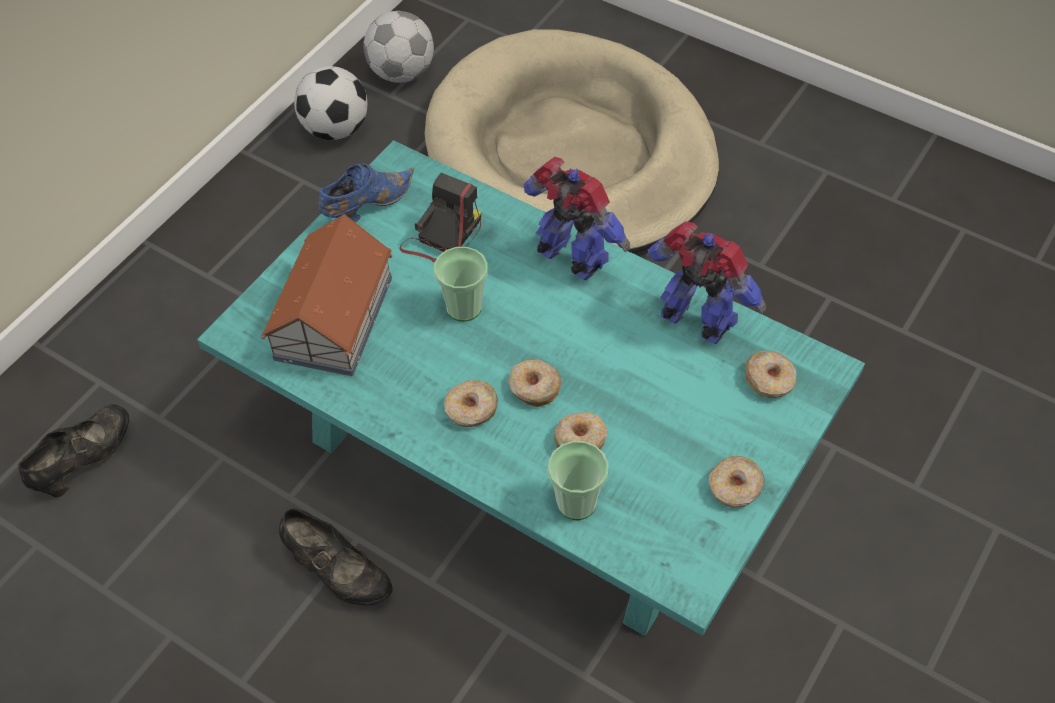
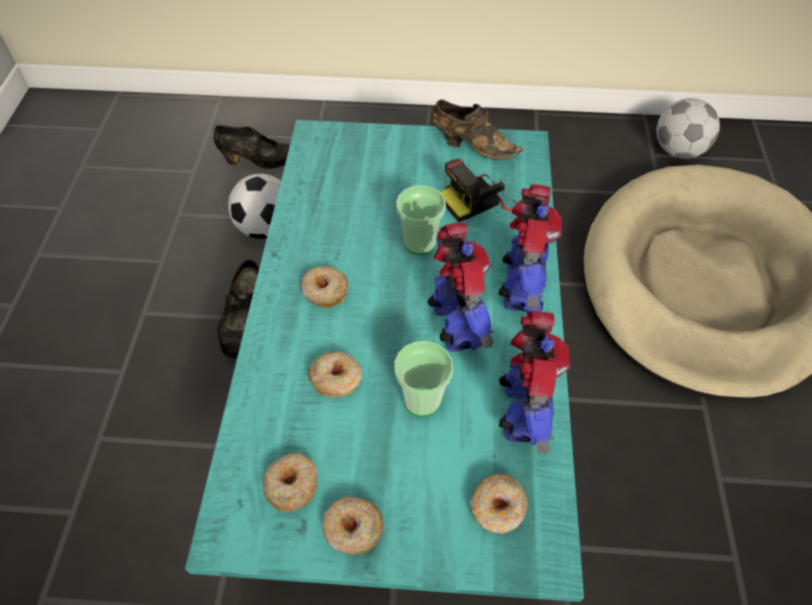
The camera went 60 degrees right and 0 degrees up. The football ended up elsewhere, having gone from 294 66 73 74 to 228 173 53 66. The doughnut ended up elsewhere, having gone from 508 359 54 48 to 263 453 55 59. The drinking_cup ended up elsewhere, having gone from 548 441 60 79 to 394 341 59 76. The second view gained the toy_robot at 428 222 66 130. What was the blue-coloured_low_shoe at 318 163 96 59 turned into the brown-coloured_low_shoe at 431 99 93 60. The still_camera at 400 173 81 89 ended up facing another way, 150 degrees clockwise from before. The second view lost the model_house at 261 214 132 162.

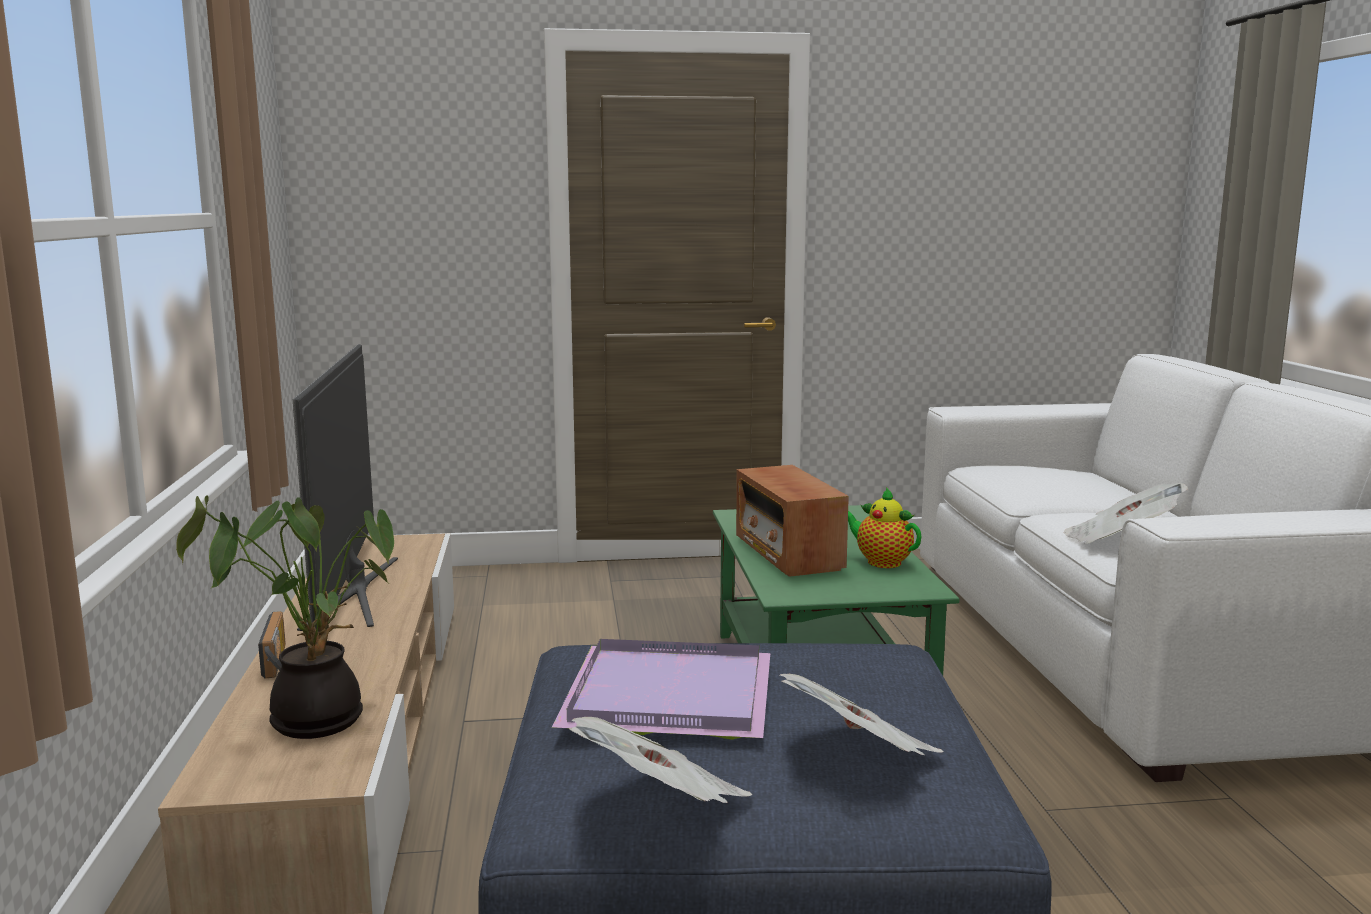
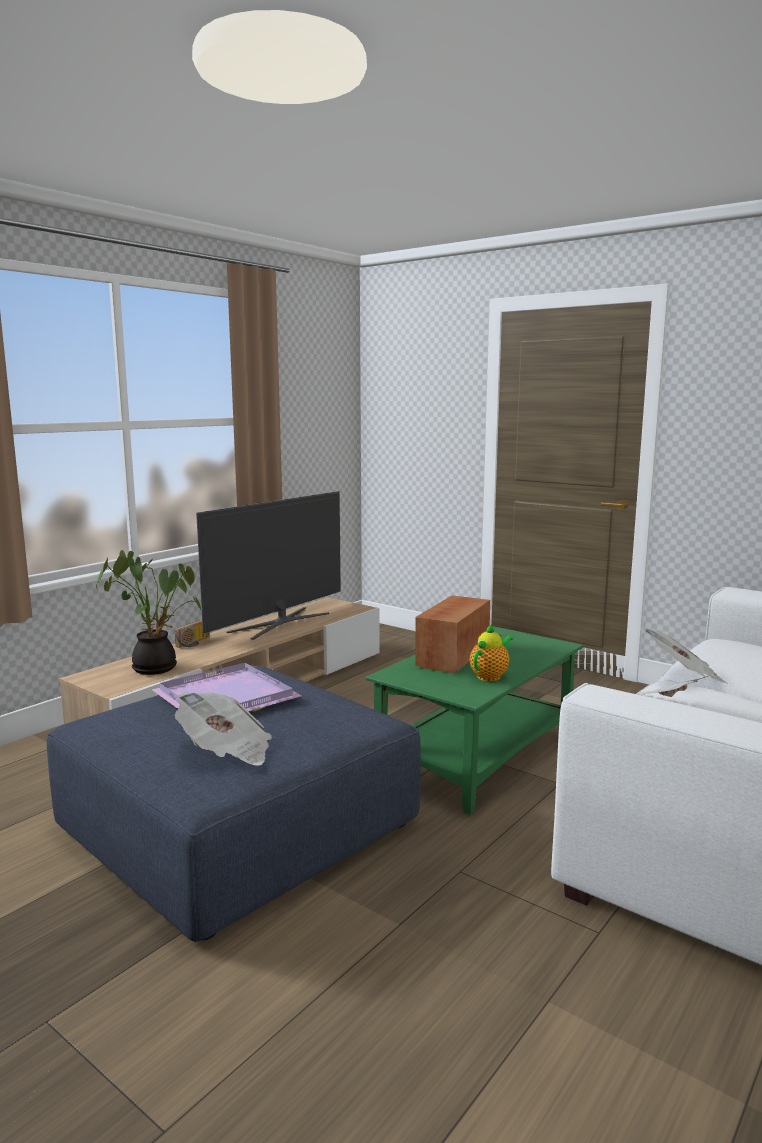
The camera went 45 degrees right and 0 degrees up. The pot_for_tea at 848 487 74 81 ended up facing another way, 45 degrees clockwise from before. The daily_paper ended up elsewhere, having gone from 569 717 183 86 to 642 628 84 55.

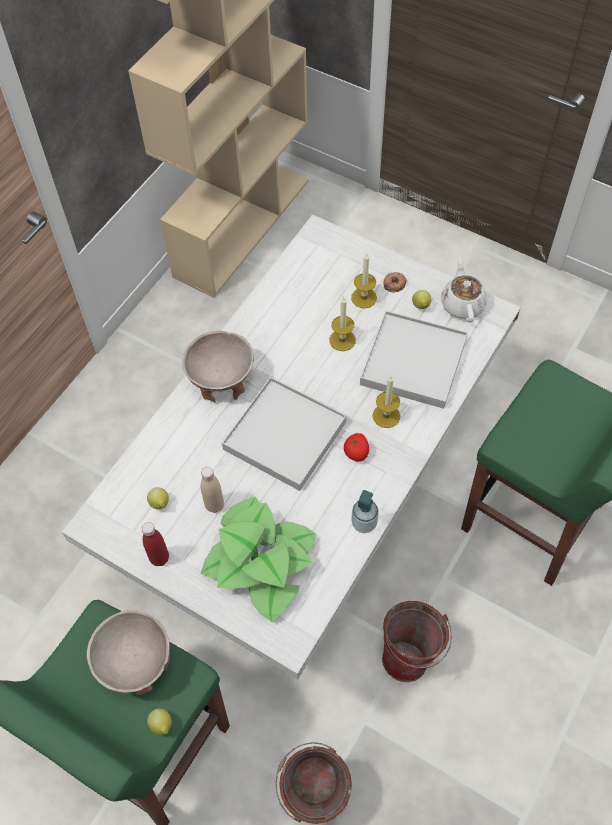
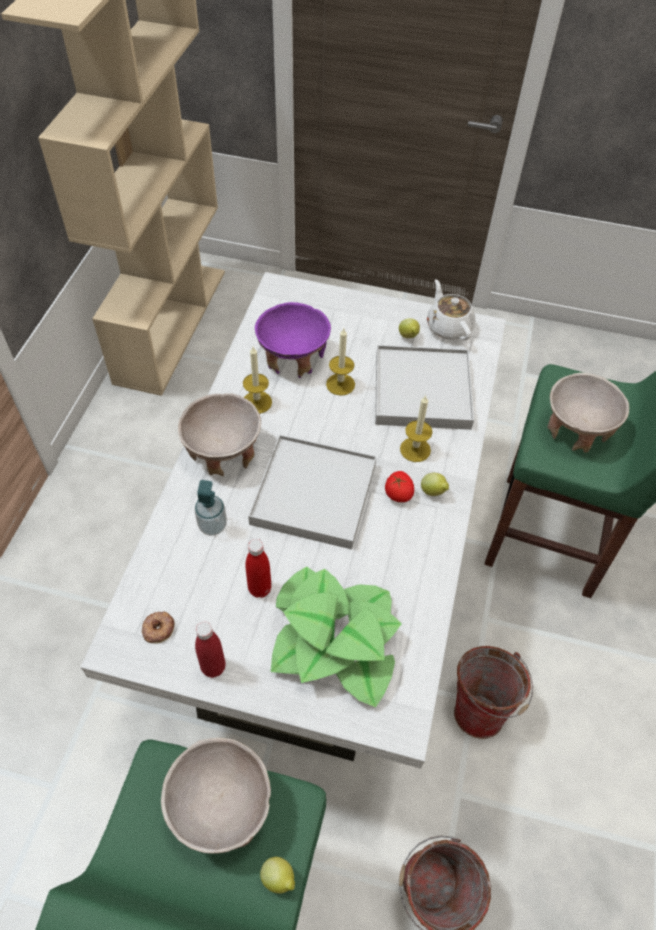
The camera went 20 degrees left and 5 degrees down. The doughnut ended up elsewhere, having gone from 383 272 23 21 to 142 612 32 32. The soap_dispenser ended up elsewhere, having gone from 351 490 28 43 to 195 480 32 56. The wax_light ended up elsewhere, having gone from 351 253 26 55 to 243 347 29 67. What was the beige-coloured_beverage_bottle at 201 467 23 46 turned into the reddish_beverage_bottle at 245 539 26 59. The second view gained the purplish_deep_dish at 255 302 76 76. The whole_lemon ended up elsewhere, having gone from 147 487 22 22 to 421 473 28 23. The second view gained the beige-coloured_deep_dish at 547 373 82 80.

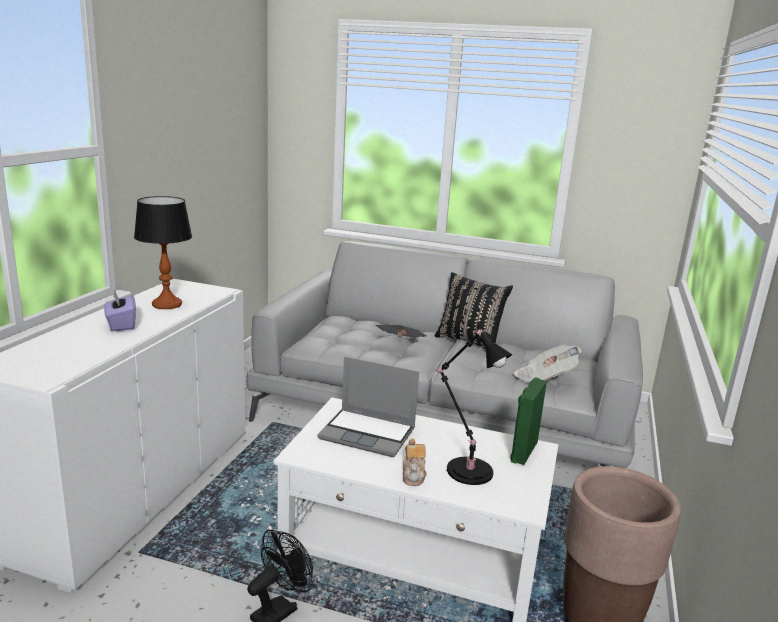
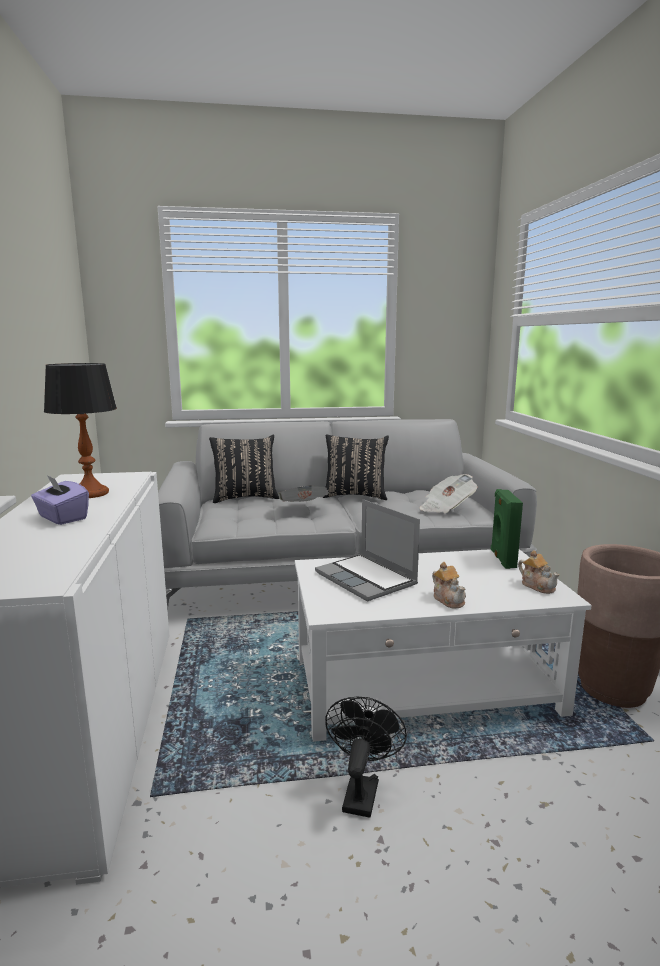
The camera went 25 degrees left and 5 degrees down. The second view gained the blackish_cushion at 209 435 70 68. The notebook_computer at 317 357 102 100 ended up facing another way, 60 degrees clockwise from before. The second view gained the pot_for_tea at 518 550 42 44. The second view lost the blackish_tabletop_lamp at 436 329 76 156.

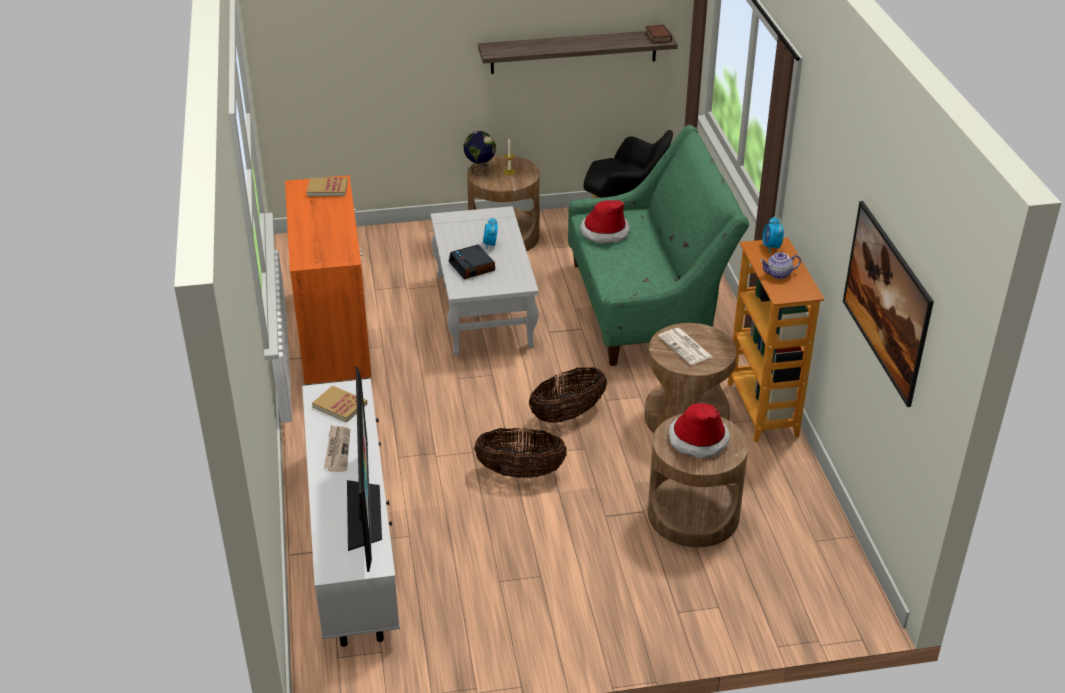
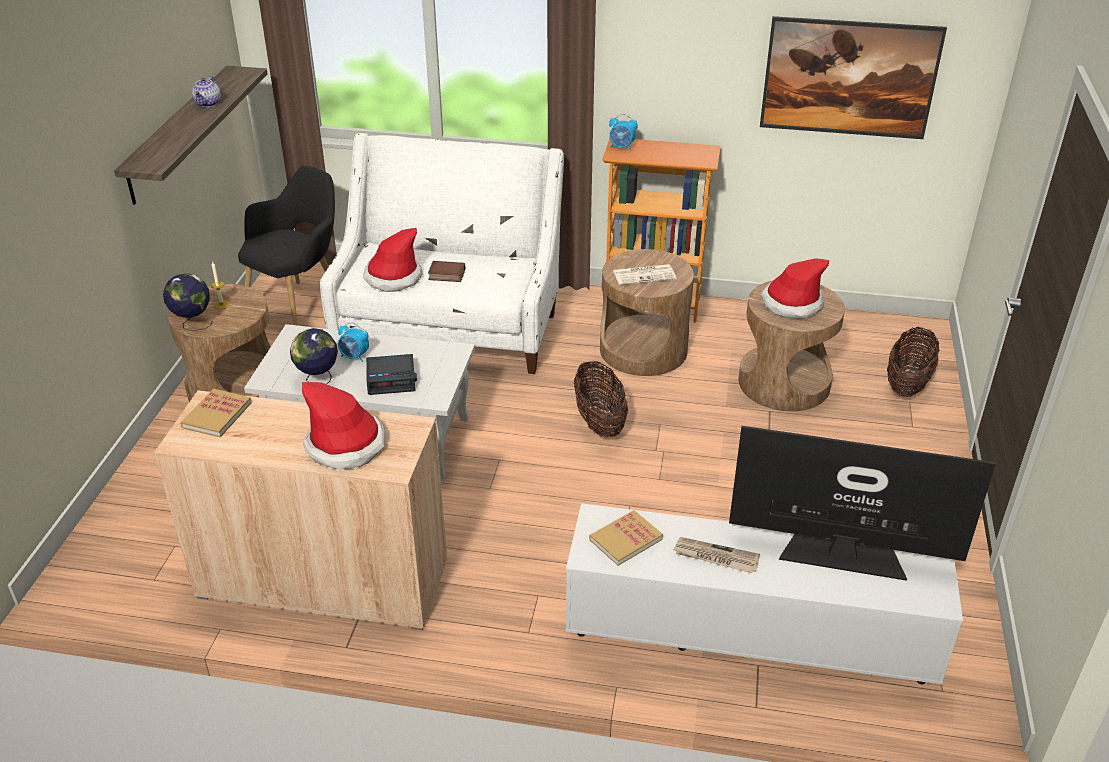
The camera went 70 degrees left and 0 degrees up. What was the orange_cupboard at 285 175 86 210 turned into the beige-coloured_cupboard at 154 390 293 240. The pot_for_tea ended up elsewhere, having gone from 760 252 41 27 to 192 76 29 31. The second view gained the globe at 290 328 48 56. The second view gained the hat at 302 382 84 88. What was the green_couch at 568 125 181 241 turned into the whitish_couch at 320 133 244 241. The book ended up elsewhere, having gone from 645 24 27 20 to 428 261 37 21. The household_basket ended up elsewhere, having gone from 474 428 93 50 to 887 327 52 70.

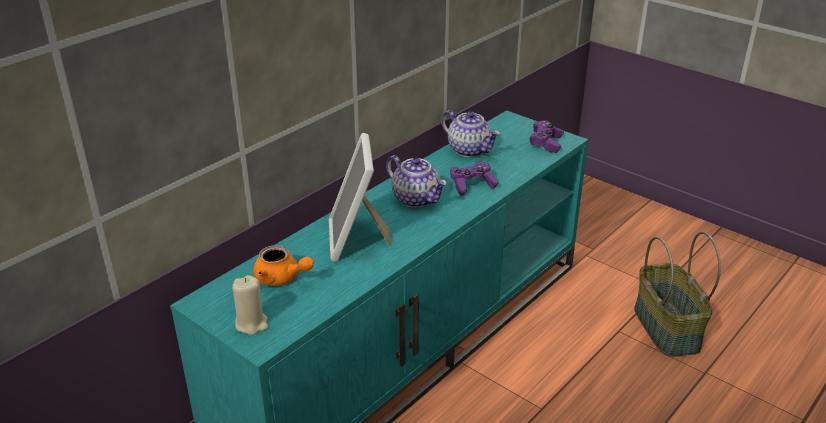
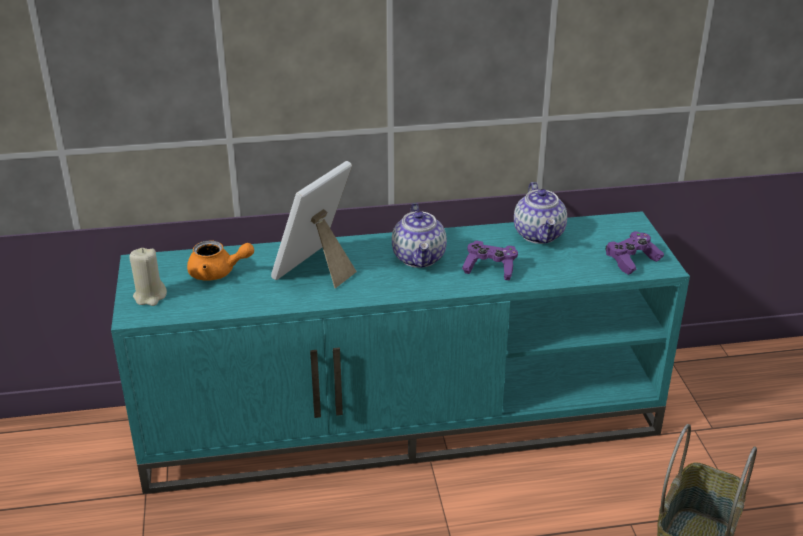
The camera went 40 degrees right and 0 degrees up. The orange_pot_for_tea at 253 245 61 41 ended up facing another way, 60 degrees counterclockwise from before.

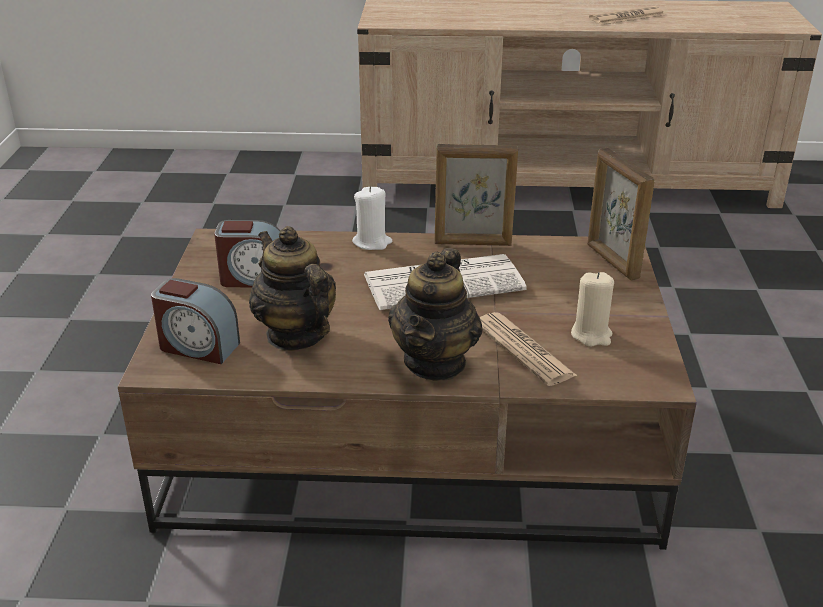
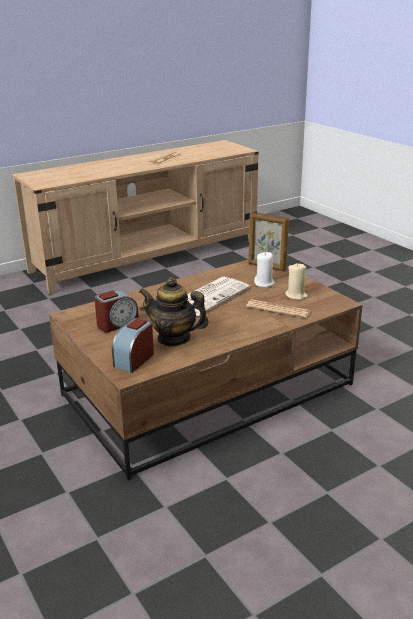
The camera went 35 degrees left and 5 degrees down. The bedside_clock at 151 278 89 86 ended up facing another way, 135 degrees clockwise from before. The whitish_wax_light ended up elsewhere, having gone from 352 186 40 64 to 254 252 21 35. The second view lost the pot_for_tea at 388 248 94 133. The second view lost the photo_frame at 435 144 83 102.

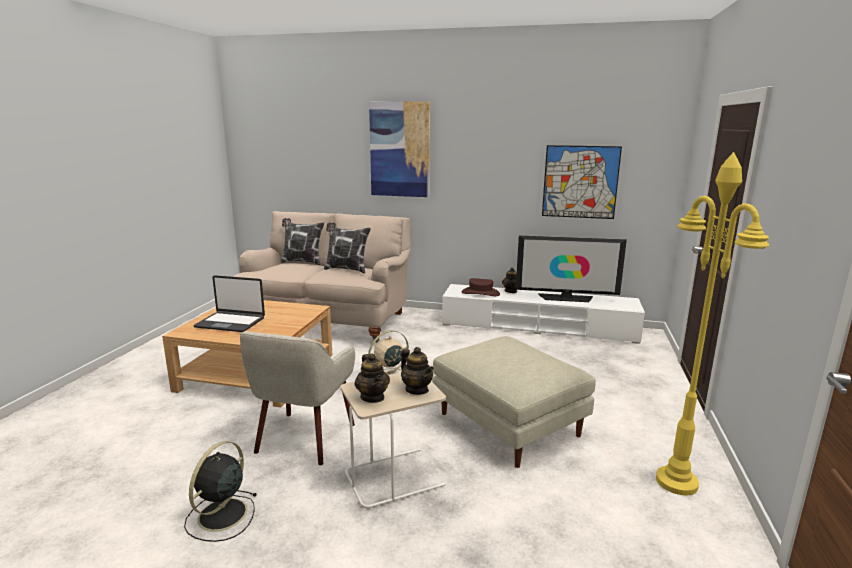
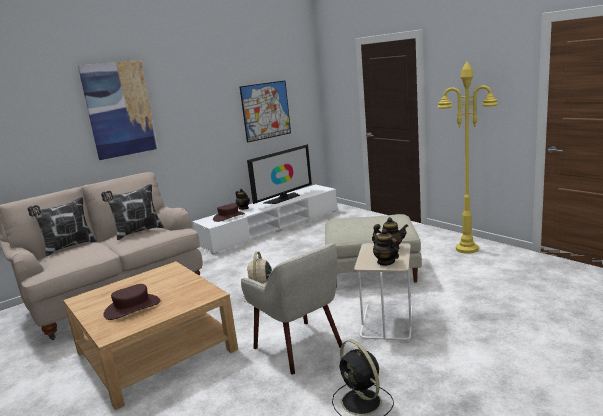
The camera went 50 degrees left and 0 degrees up. Where the notebook_computer stood at 193 275 72 57, the brown-coloured_hat came to stand at 103 284 57 36. The pot_for_tea at 355 353 35 50 ended up facing another way, 135 degrees counterclockwise from before.

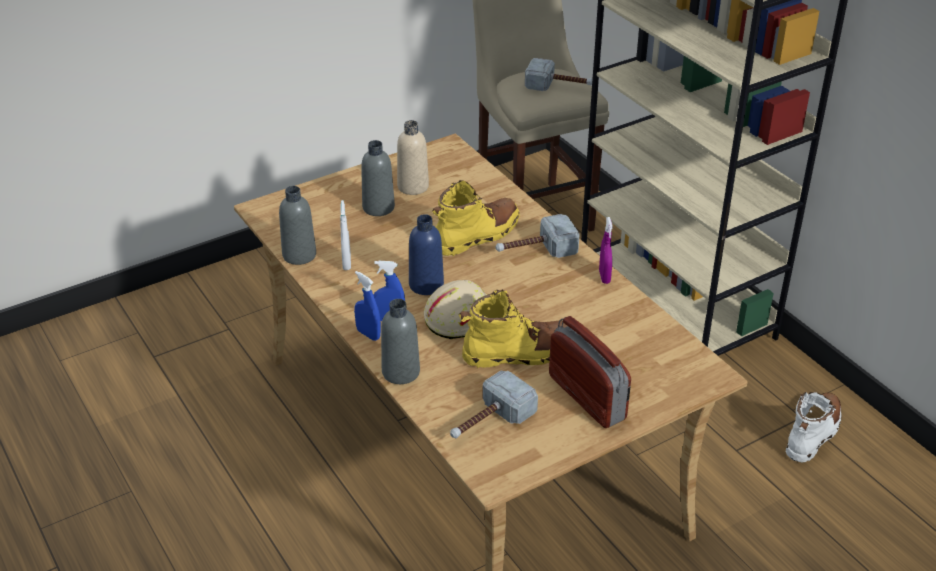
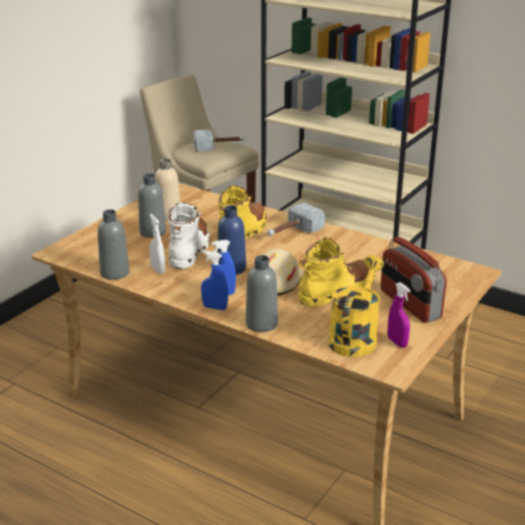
The camera went 25 degrees left and 10 degrees down. The whitish_tall_boot ended up elsewhere, having gone from 785 392 57 70 to 167 203 43 66. Where the hand_hammer stood at 450 371 88 68, the yellow-coloured_sprinkling_can came to stand at 328 256 56 101. The radio_receiver at 549 316 82 112 ended up facing another way, 150 degrees counterclockwise from before. The purplish_sprayer ended up elsewhere, having gone from 599 217 14 67 to 388 282 23 66.

